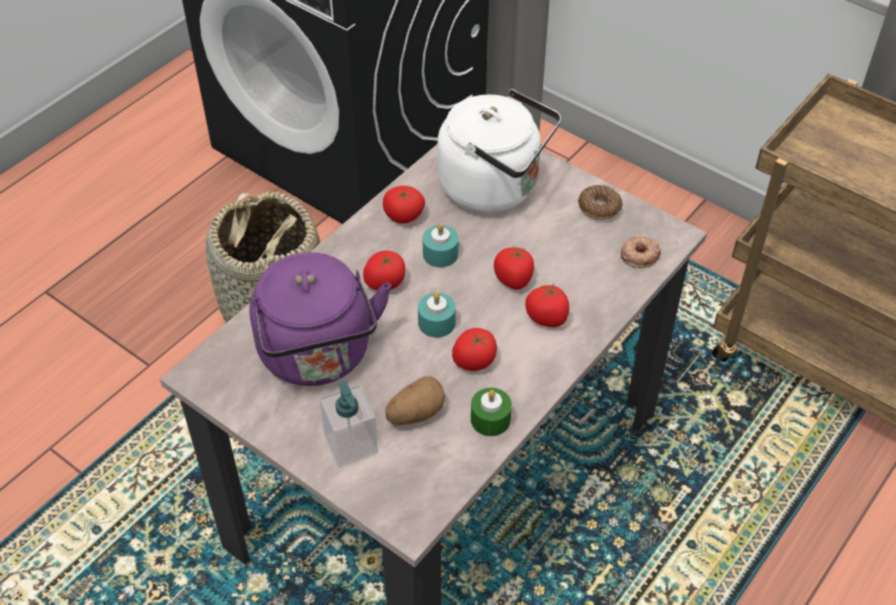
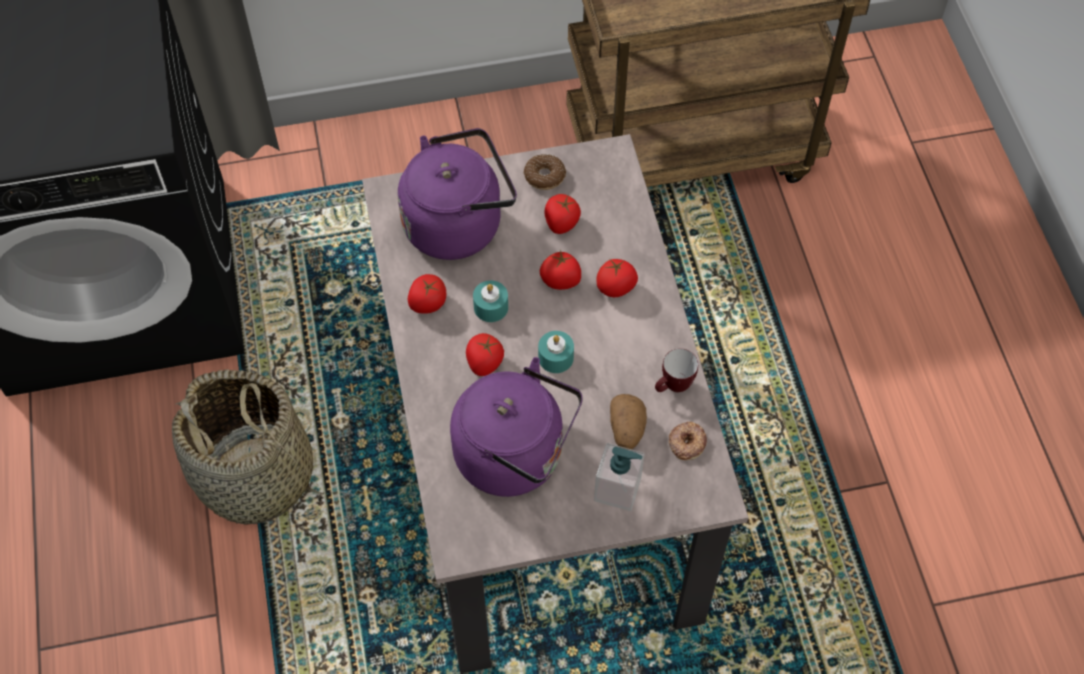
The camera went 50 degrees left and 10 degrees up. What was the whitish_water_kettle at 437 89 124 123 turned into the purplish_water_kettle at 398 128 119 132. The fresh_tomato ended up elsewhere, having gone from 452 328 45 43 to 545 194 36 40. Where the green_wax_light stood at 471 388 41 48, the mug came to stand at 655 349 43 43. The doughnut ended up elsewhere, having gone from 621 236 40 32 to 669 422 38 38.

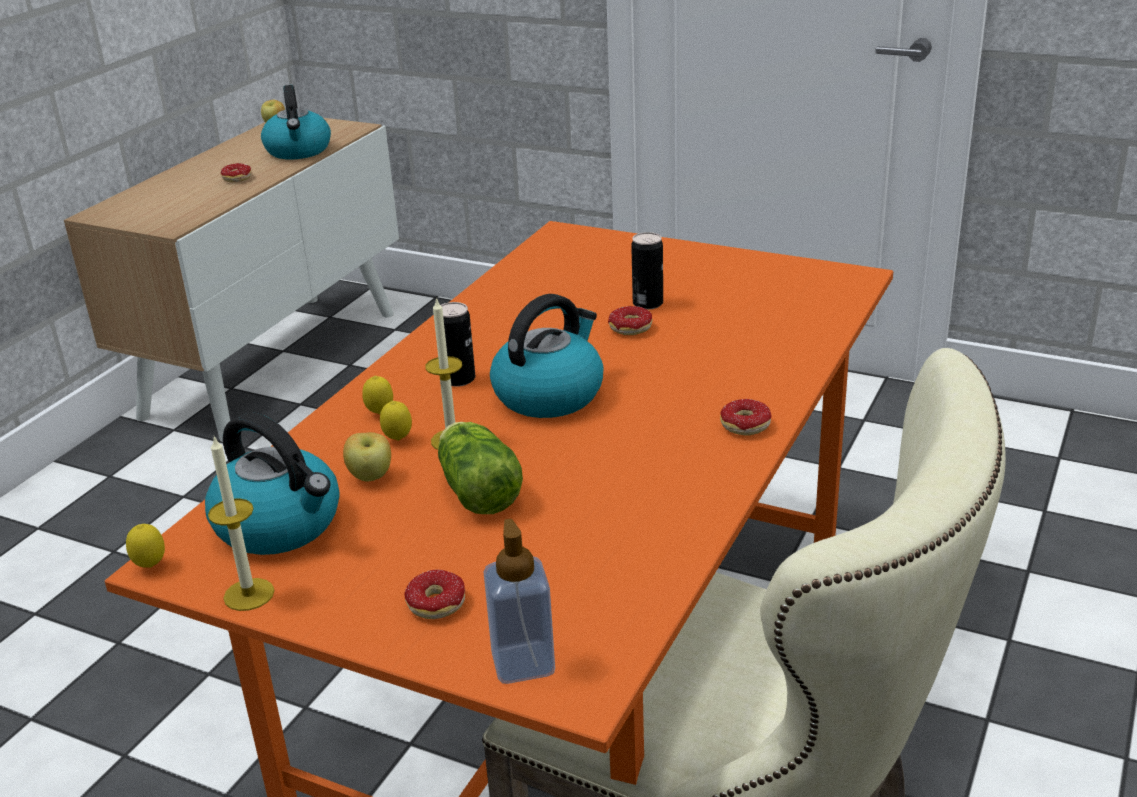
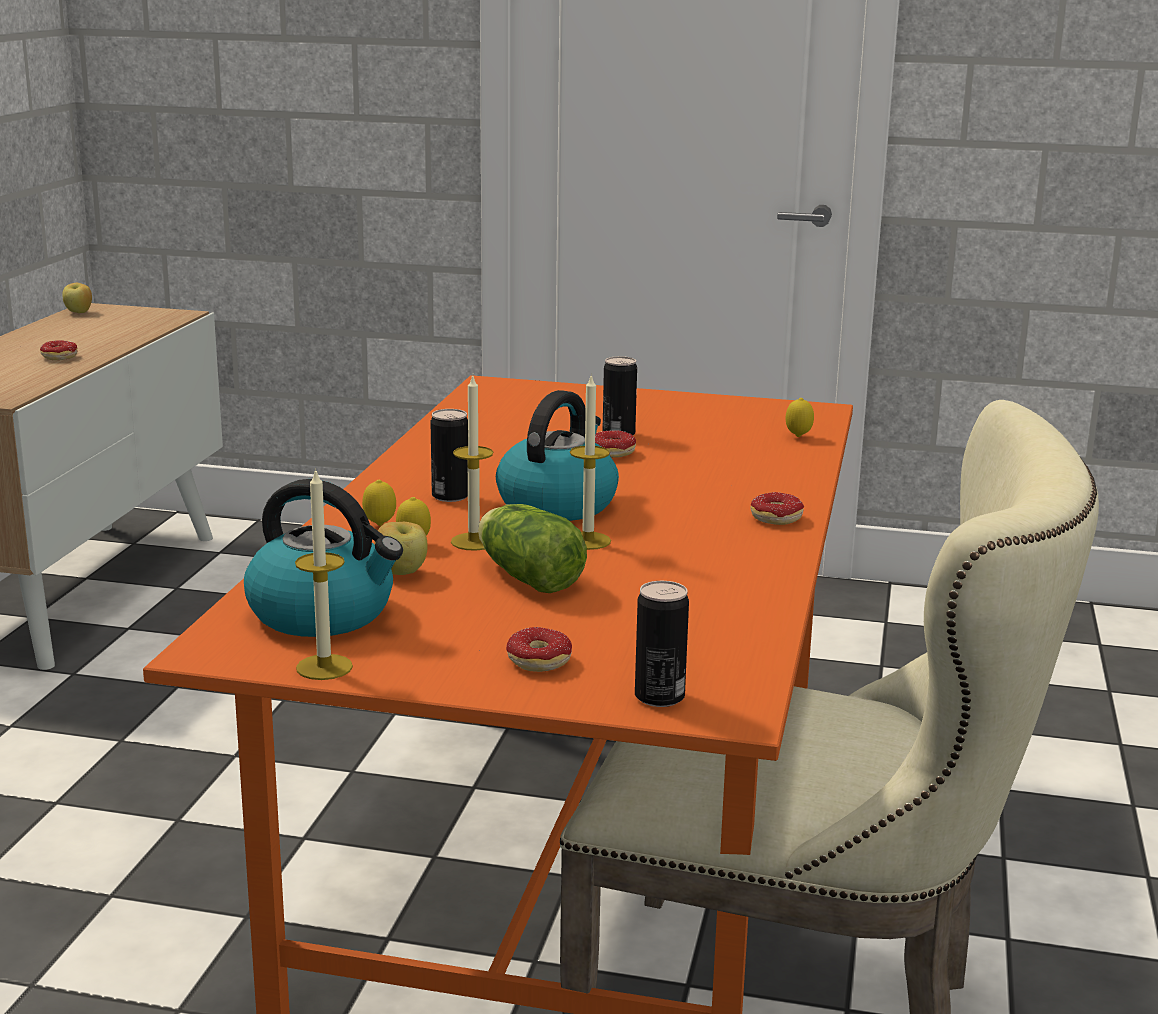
The camera went 15 degrees left and 10 degrees down. The second view gained the wax_light at 570 373 41 177. Where the soap_dispenser stood at 484 519 71 165, the can came to stand at 635 581 54 126. The whole_lemon ended up elsewhere, having gone from 126 524 39 44 to 786 398 28 39. The second view lost the water_kettle at 261 85 70 74.

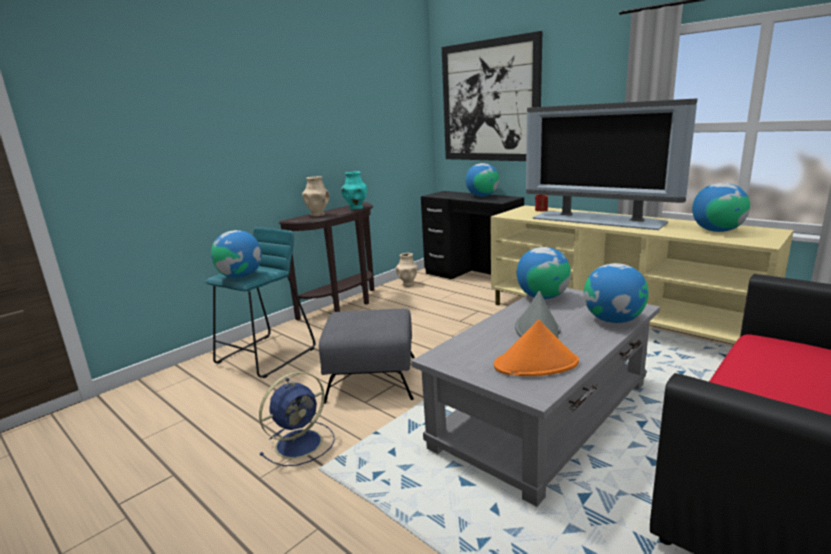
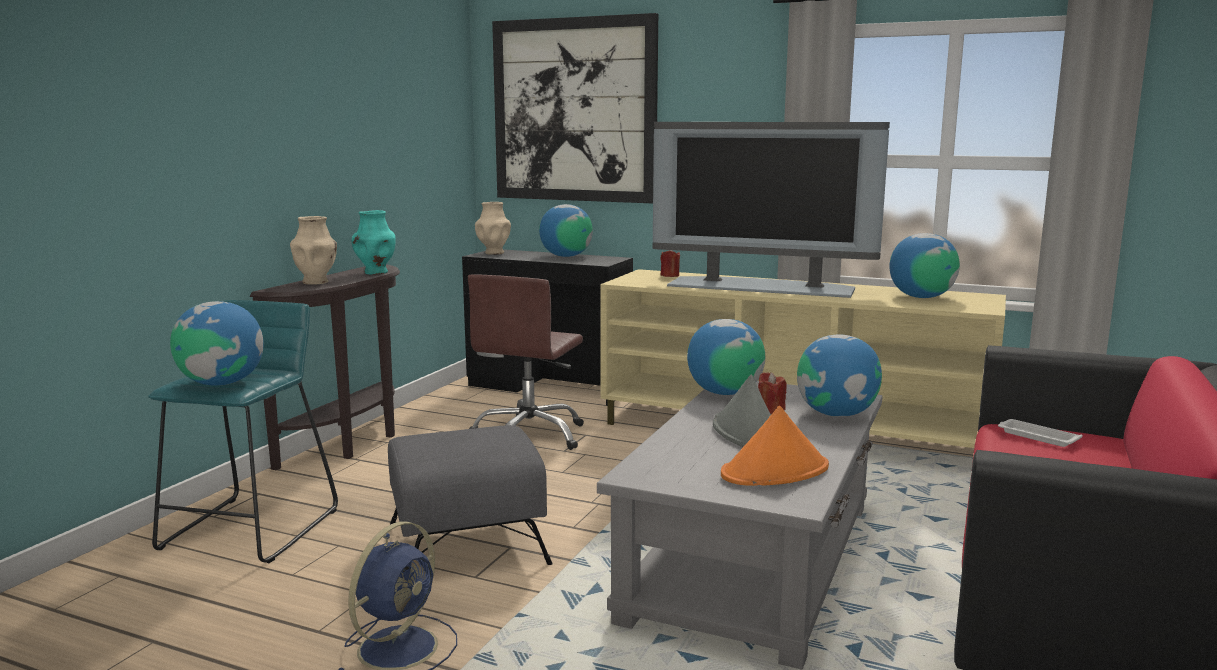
The camera went 20 degrees left and 5 degrees down. The second view gained the brown-coloured_desk_chair at 468 274 116 176. The beige-coloured_vase ended up elsewhere, having gone from 396 253 21 34 to 475 202 36 53. The second view gained the reddish_wax_light at 758 372 29 42. The second view gained the whitish_carrying_tray at 998 419 84 28.

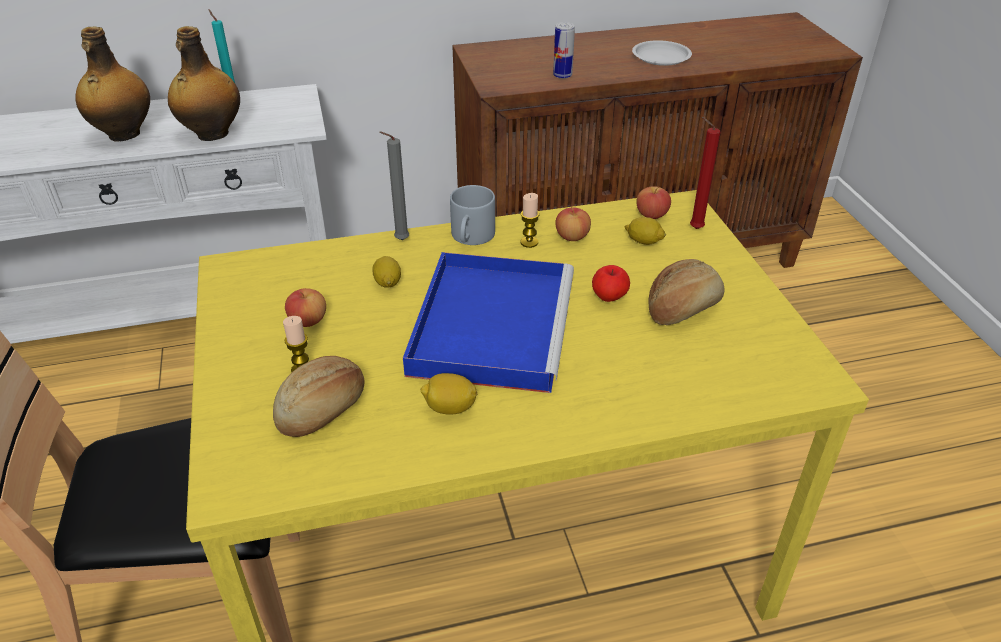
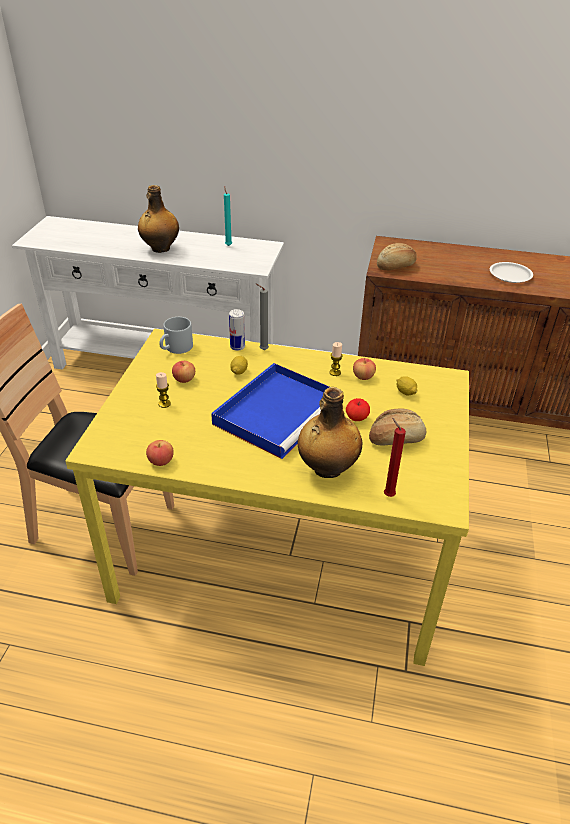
The camera went 25 degrees right and 0 degrees up. The apple_fruit ended up elsewhere, having gone from 636 186 35 33 to 146 440 28 26. The gray_mug ended up elsewhere, having gone from 450 185 45 60 to 159 317 34 37. The can ended up elsewhere, having gone from 553 22 22 57 to 229 309 16 42. The beverage_bottle ended up elsewhere, having gone from 168 26 72 115 to 297 387 66 91. The bread ended up elsewhere, having gone from 273 356 92 81 to 377 243 40 27. The reddish_wax_light ended up elsewhere, having gone from 690 117 30 112 to 384 418 22 79. The second view lost the whole_lemon at 421 373 56 42.

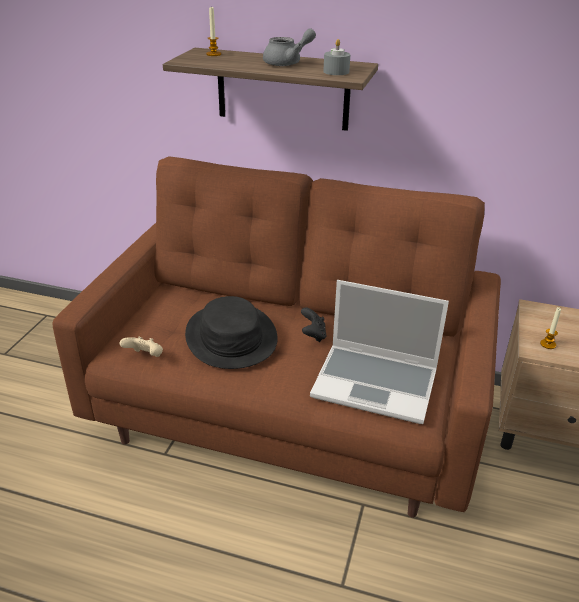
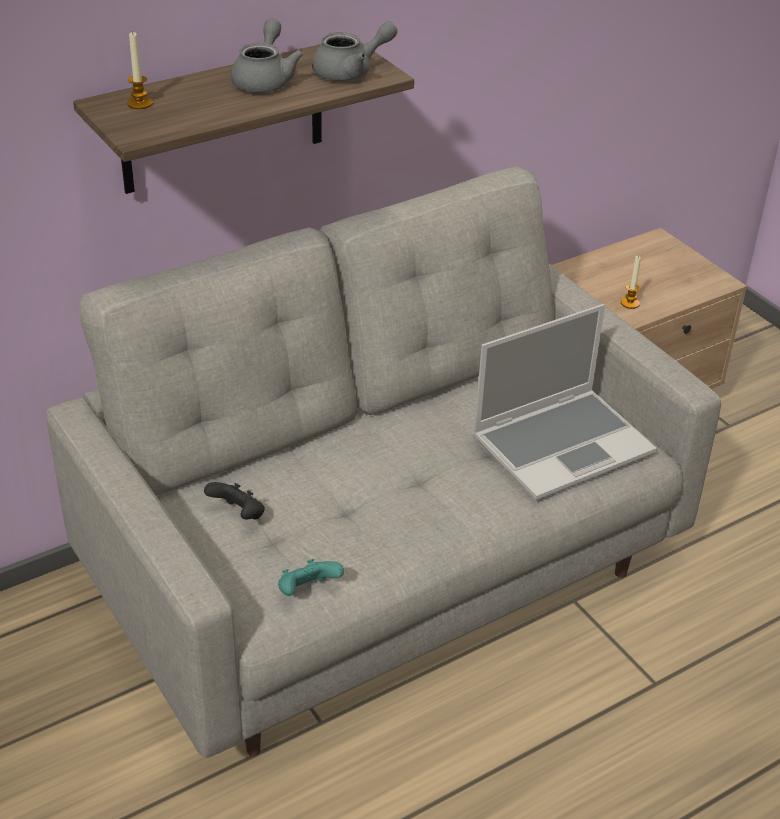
The camera went 50 degrees left and 5 degrees up. What was the brown-coloured_couch at 53 156 448 362 turned into the gray_couch at 46 166 675 592. The blackish_gamepad ended up elsewhere, having gone from 301 307 26 35 to 204 482 61 38. What was the beige-coloured_gamepad at 119 337 44 20 turned into the turquoise-coloured_gamepad at 278 559 66 37. Where the gray_wax_light stood at 323 39 27 36, the gray_pot_for_tea came to stand at 312 21 86 60. The second view lost the blackish_hat at 185 296 93 73.

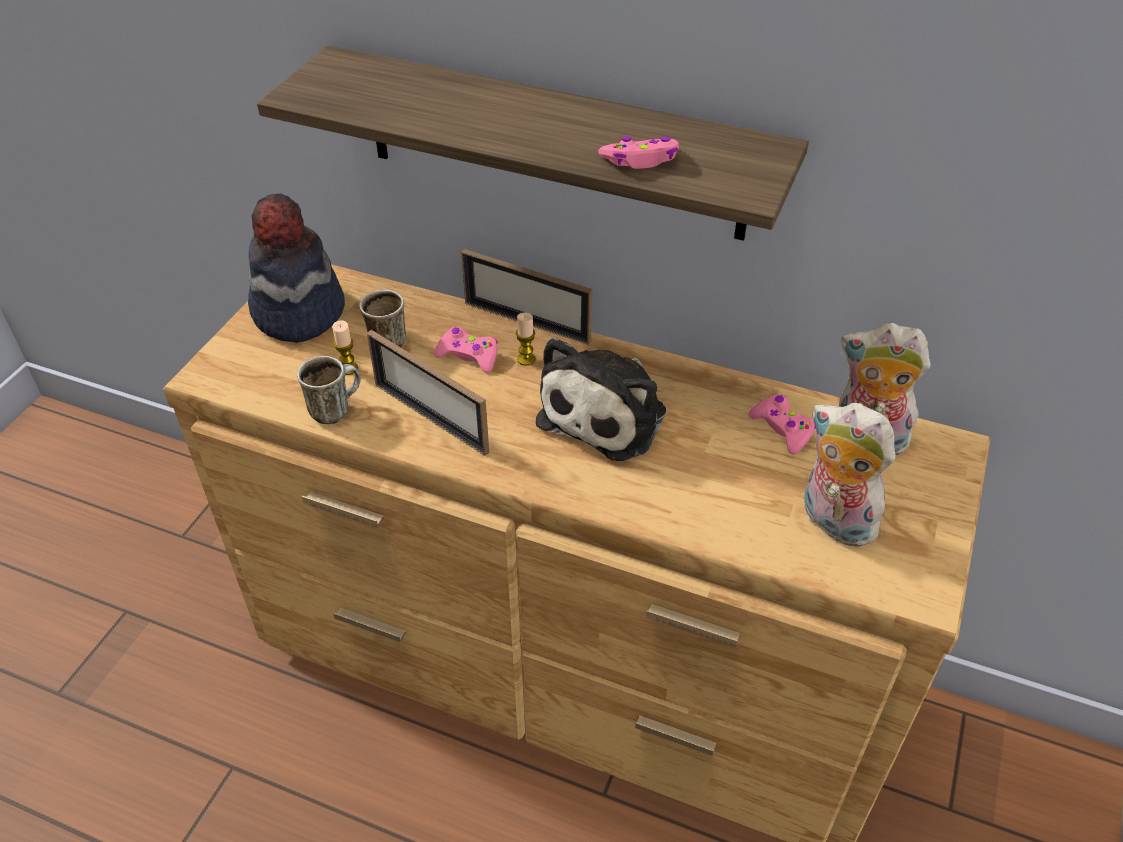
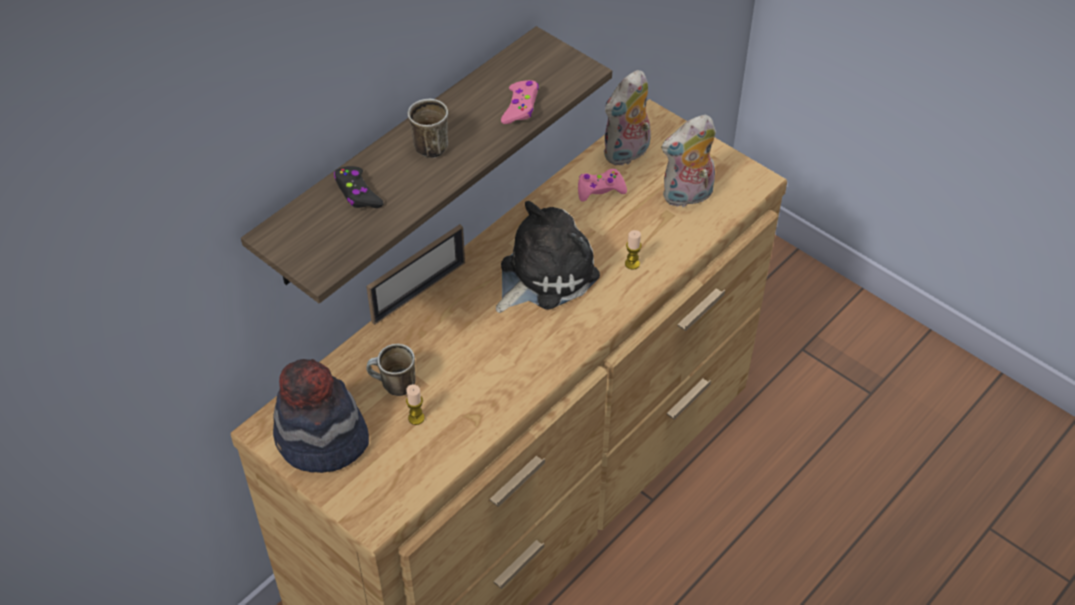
The camera went 70 degrees left and 5 degrees up. The second view gained the blackish_gamepad at 334 166 50 42. The mug ended up elsewhere, having gone from 297 356 64 68 to 408 99 41 59. The plush_toy at 536 337 130 124 ended up facing another way, 90 degrees counterclockwise from before. The wax_light ended up elsewhere, having gone from 516 313 20 53 to 625 230 17 40. The second view lost the photo_frame at 367 330 122 126. The second view lost the pinkish_gamepad at 434 327 64 46.

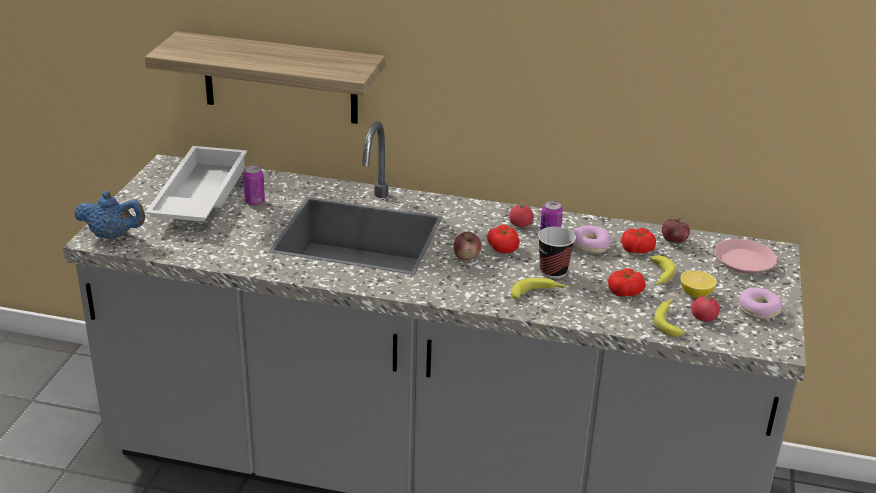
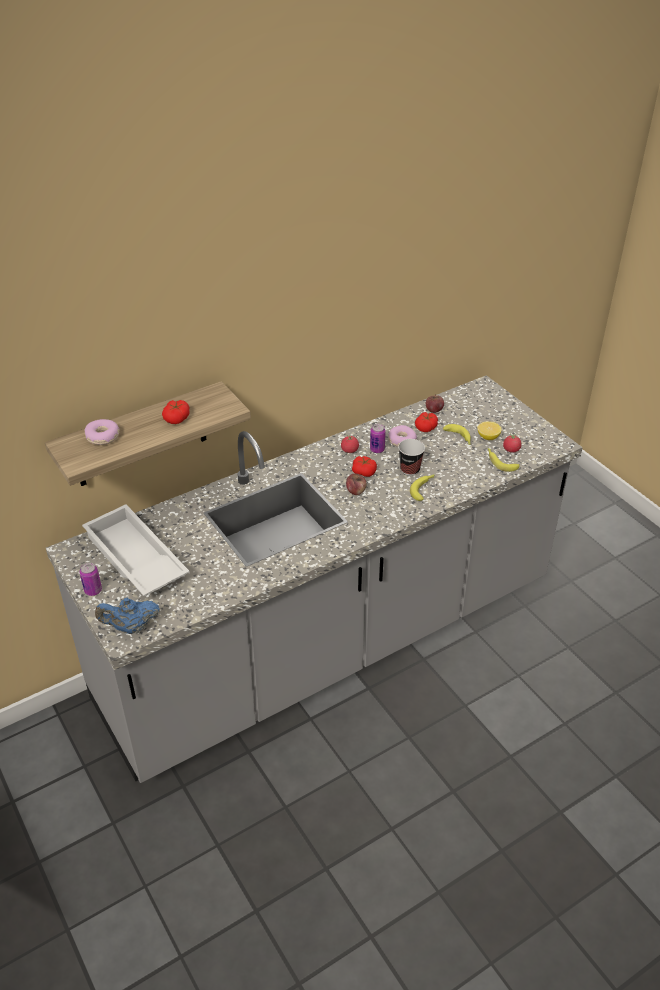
The camera went 45 degrees left and 10 degrees up. The can ended up elsewhere, having gone from 243 165 22 41 to 80 562 22 34. The doughnut ended up elsewhere, having gone from 738 287 45 32 to 85 419 35 26. The blue-coloured_pot_for_tea at 74 191 71 48 ended up facing another way, 150 degrees counterclockwise from before. The fresh_tomato ended up elsewhere, having gone from 608 268 37 29 to 162 400 28 24. The second view lost the pinkish_dinner_plate at 714 239 63 35.

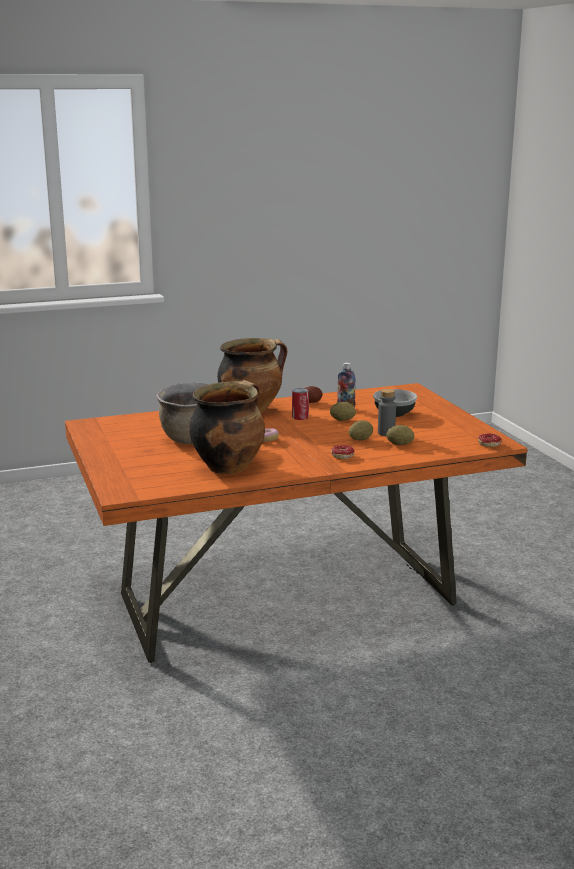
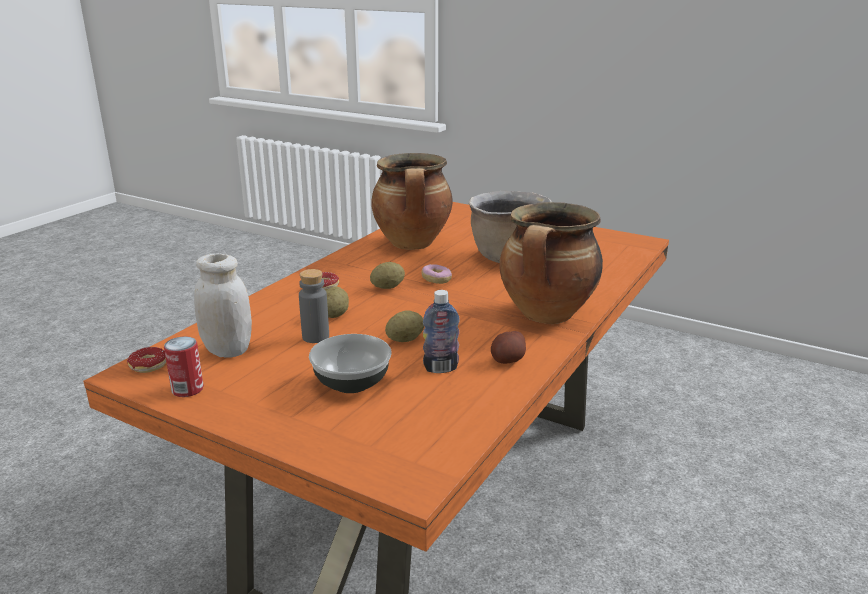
The camera went 140 degrees right and 5 degrees up. The can ended up elsewhere, having gone from 292 388 17 32 to 164 336 40 61. The second view gained the whitish_storage_jar at 194 253 58 105. The potato ended up elsewhere, having gone from 386 425 28 20 to 370 262 35 27.

